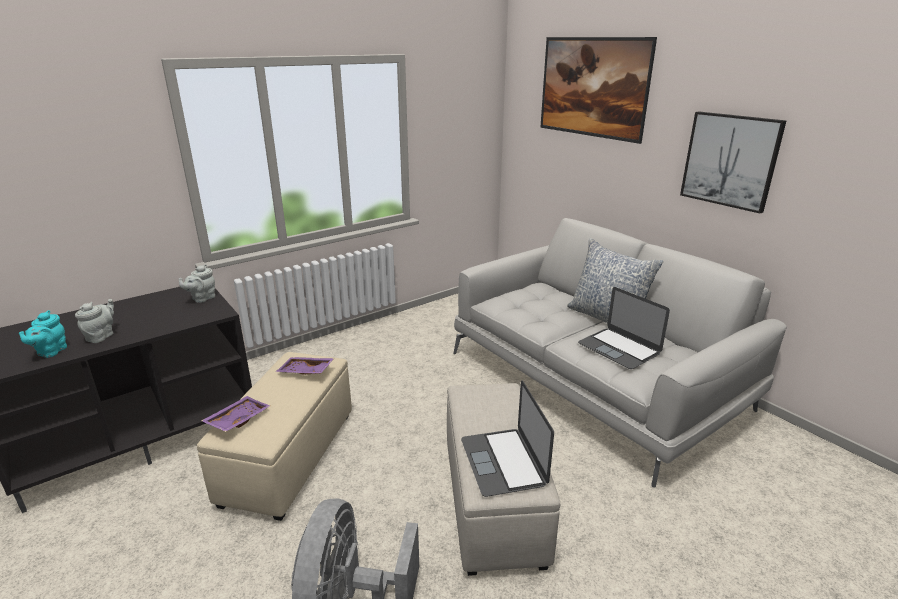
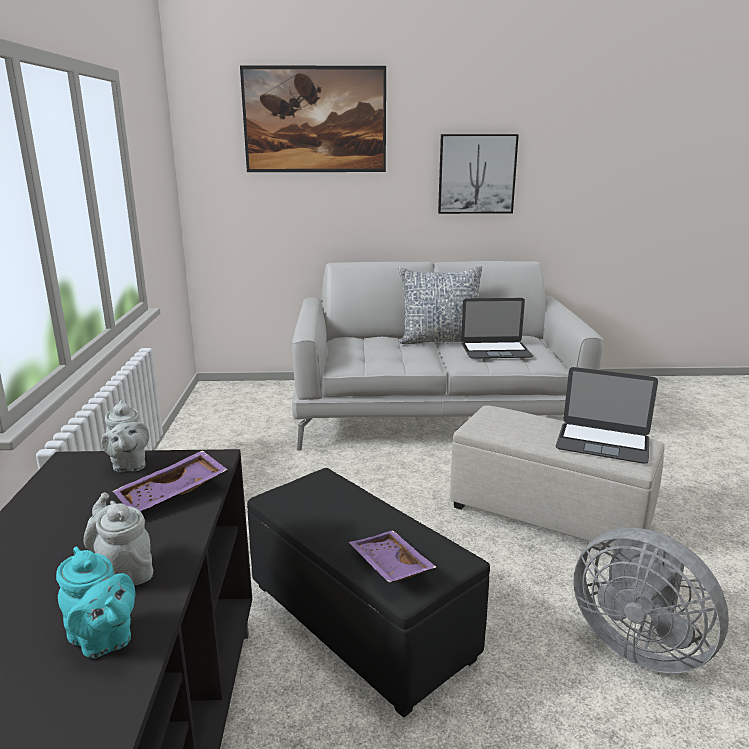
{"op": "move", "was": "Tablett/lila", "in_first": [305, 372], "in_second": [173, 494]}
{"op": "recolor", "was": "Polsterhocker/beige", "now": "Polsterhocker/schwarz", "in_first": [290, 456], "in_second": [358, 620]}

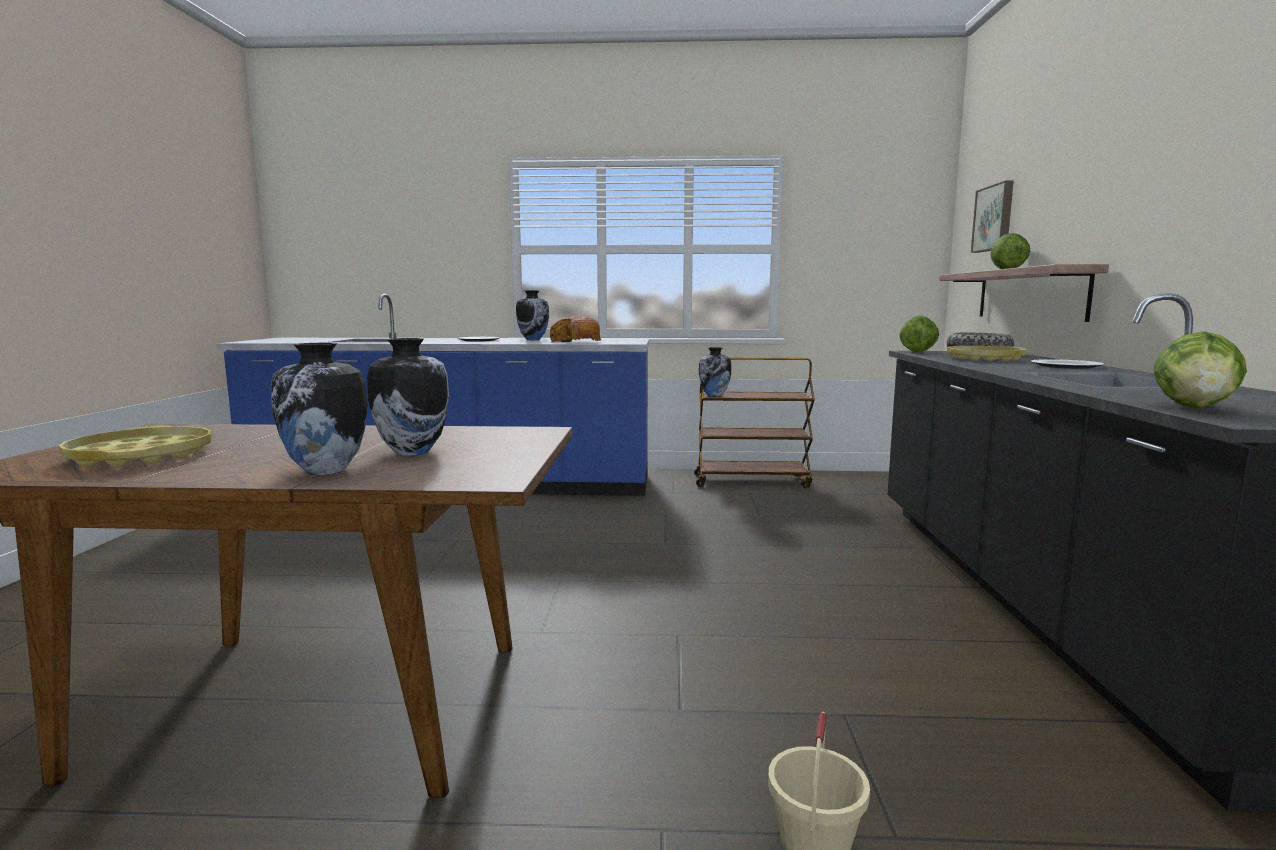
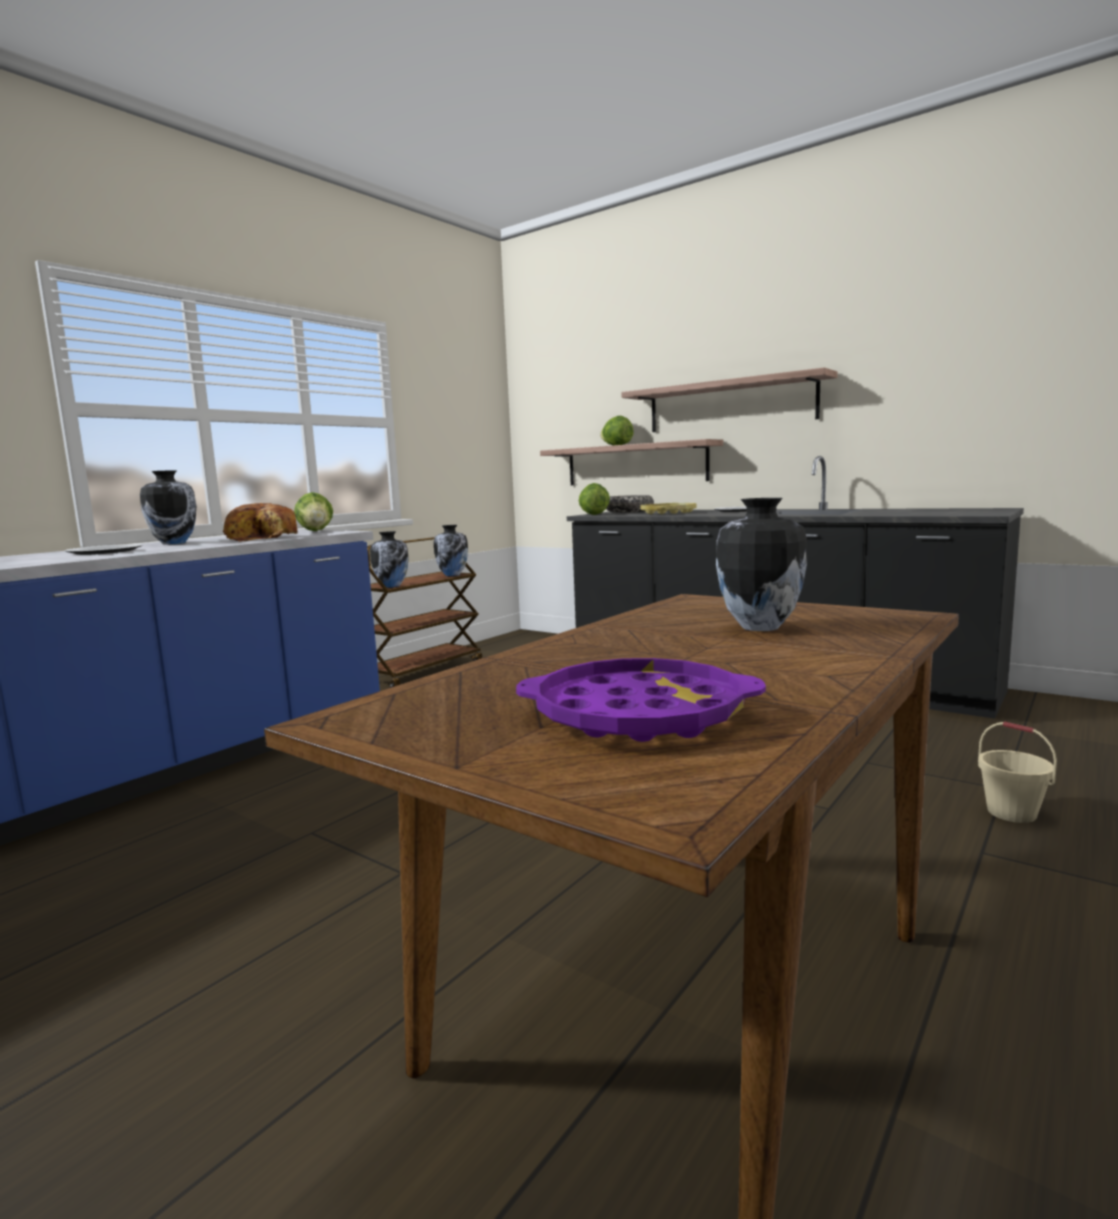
{"op": "delete", "was": "Bild", "in_first": [994, 218]}
{"op": "insert", "now": "Wandregal", "in_second": [730, 405]}
{"op": "move", "was": "Vase", "in_first": [325, 471], "in_second": [453, 575]}
{"op": "move", "was": "Salatkopf", "in_first": [1194, 407], "in_second": [316, 531]}
{"op": "recolor", "was": "Tablett/gelb", "now": "Tablett/lila", "in_first": [142, 456], "in_second": [638, 714]}

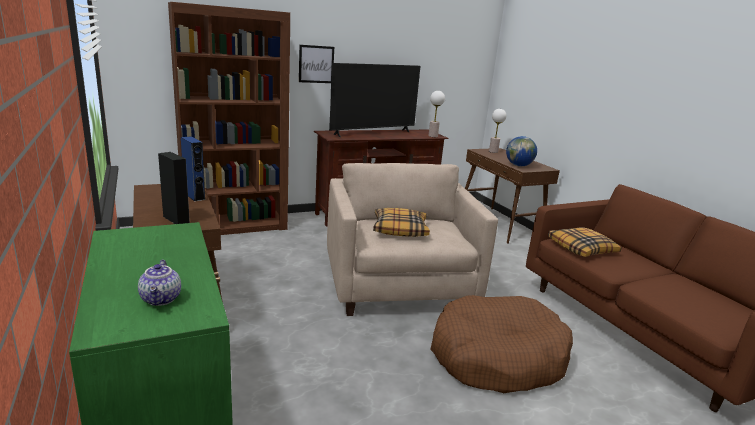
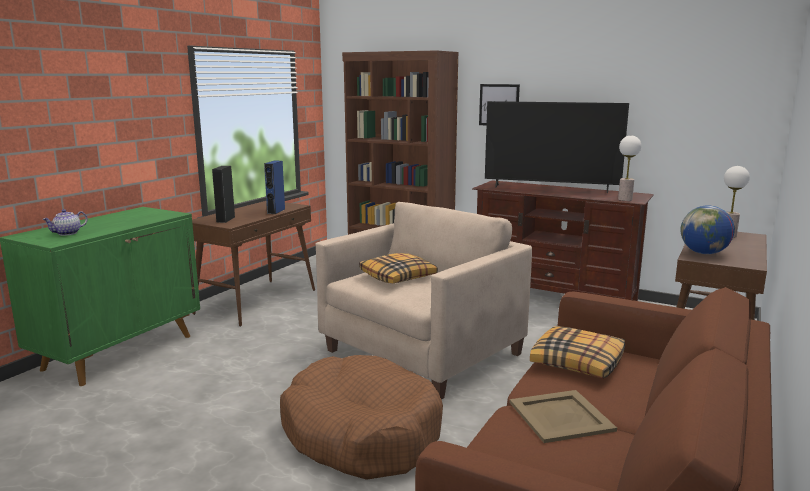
{"op": "insert", "now": "Tablett/beige", "in_second": [561, 416]}

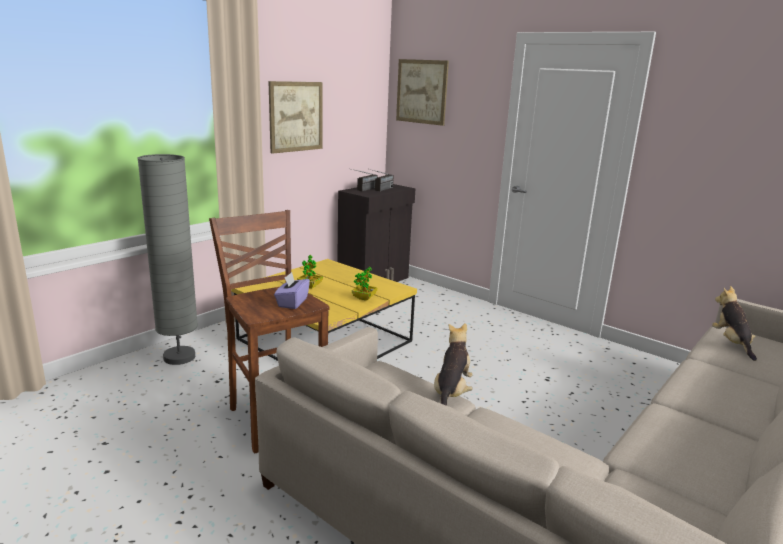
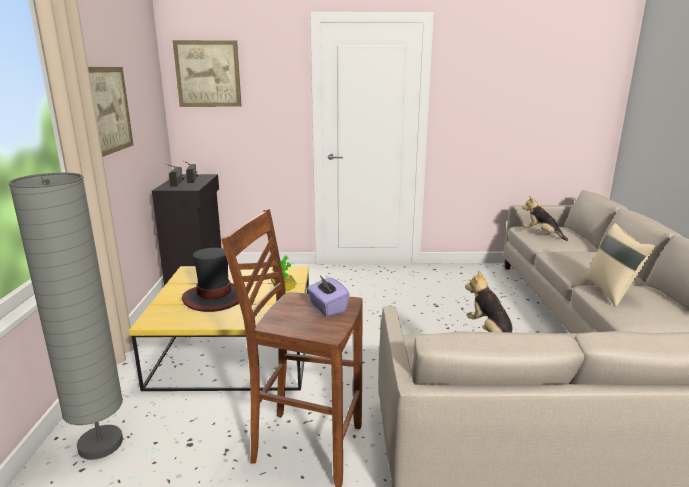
{"op": "insert", "now": "Kissen/beige", "in_second": [611, 292]}
{"op": "replace", "was": "Topfpflanze", "now": "Hut", "in_first": [310, 286], "in_second": [215, 297]}

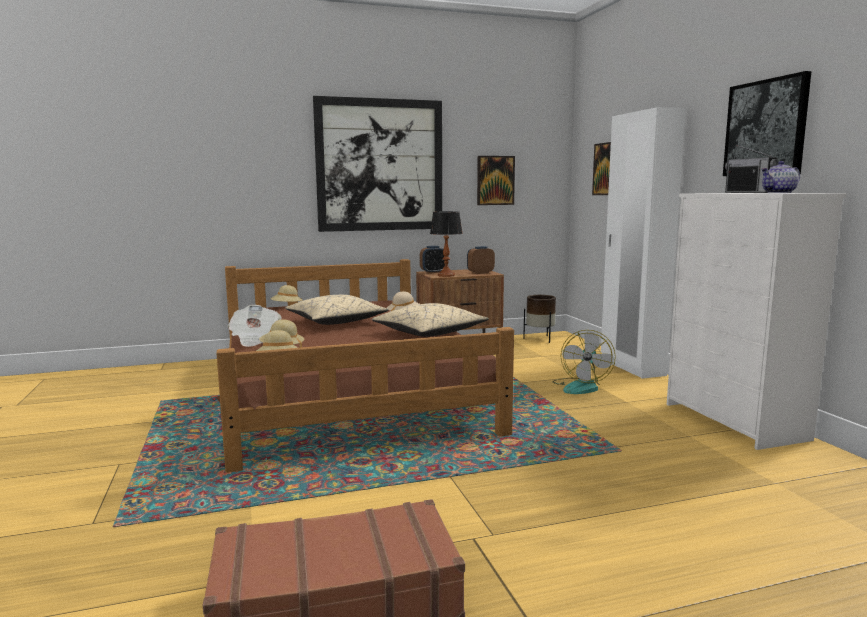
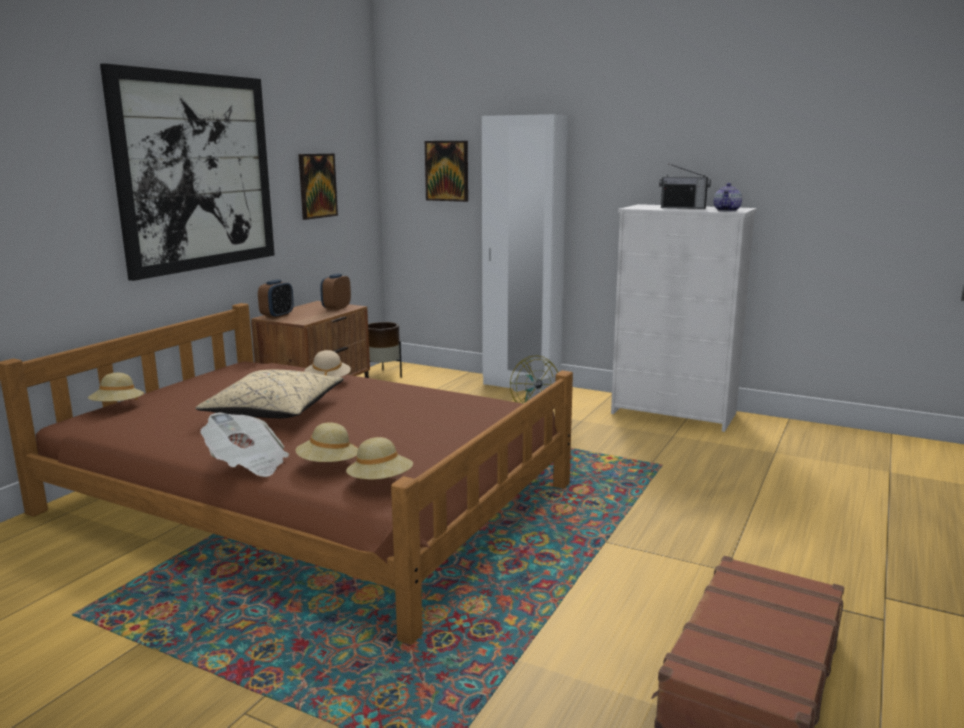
{"op": "delete", "was": "Kissen/beige", "in_first": [429, 333]}
{"op": "delete", "was": "Tischlampe", "in_first": [446, 275]}
{"op": "delete", "was": "Bild", "in_first": [766, 128]}

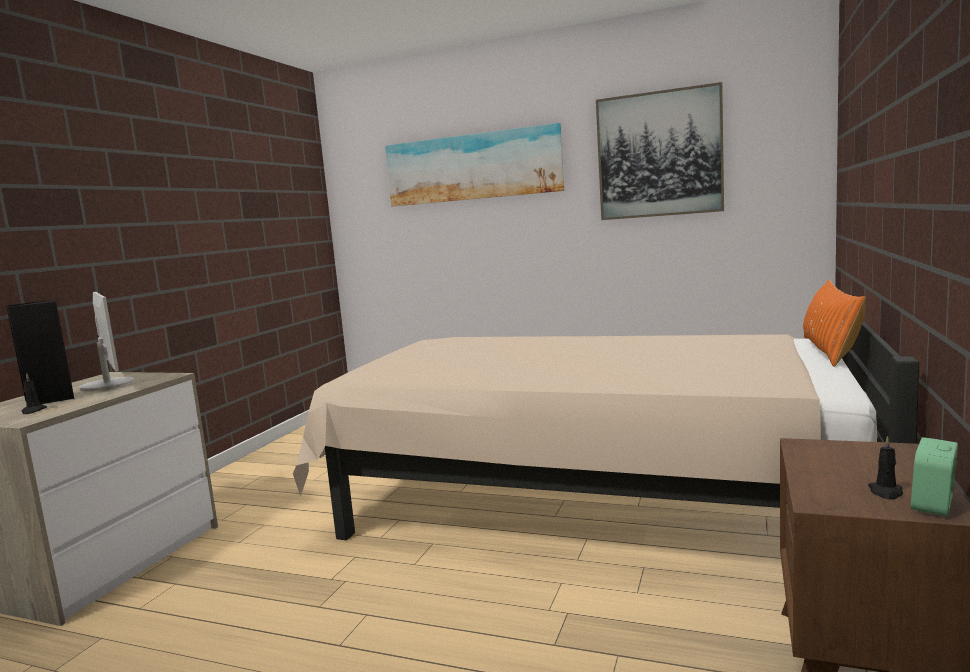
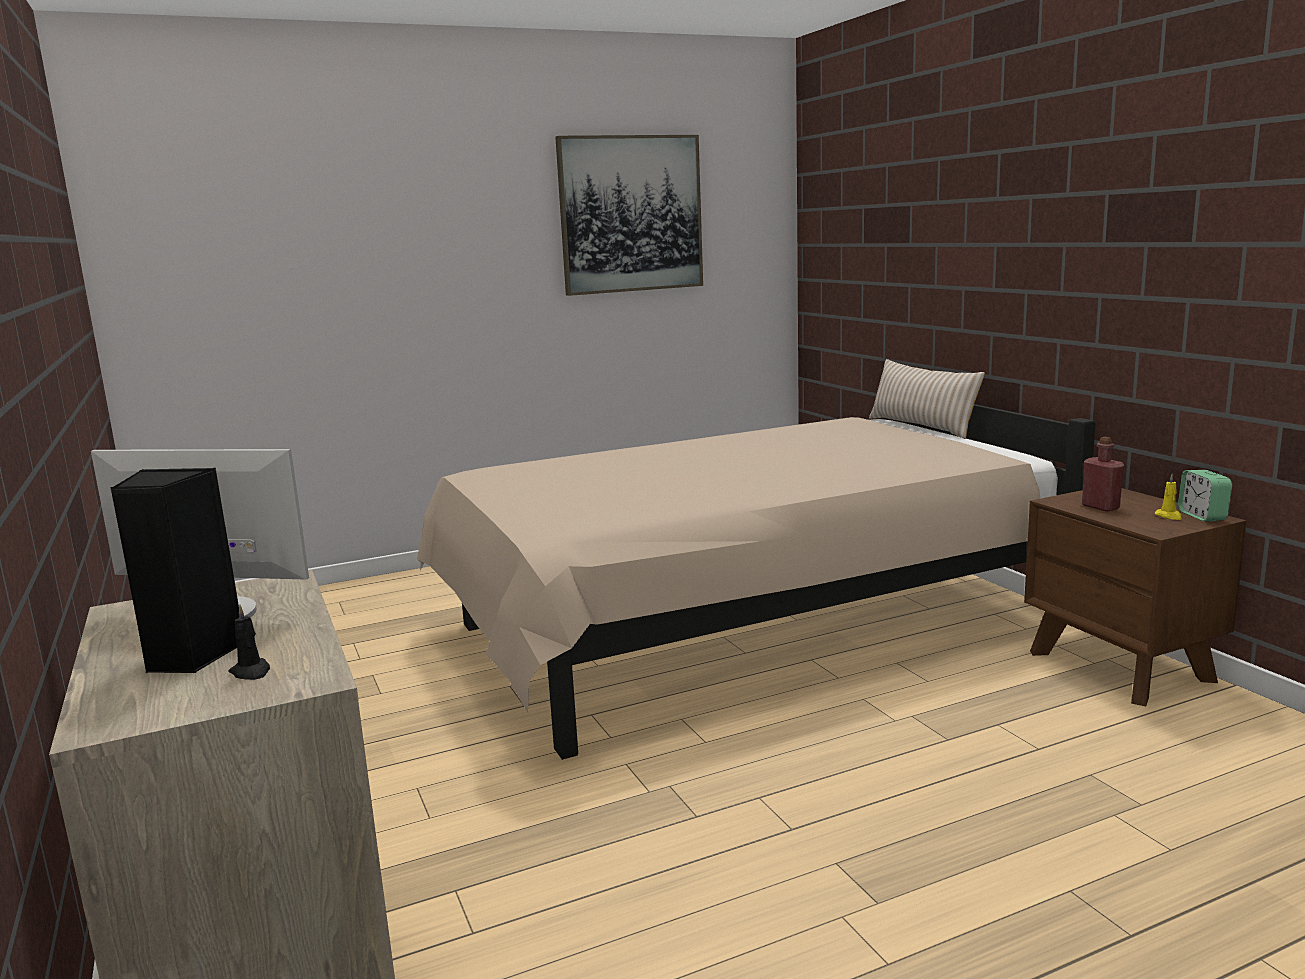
{"op": "delete", "was": "Bild", "in_first": [472, 167]}
{"op": "insert", "now": "Flasche/rot", "in_second": [1100, 507]}
{"op": "recolor", "was": "Kissen/orange", "now": "Kissen/beige", "in_first": [829, 350], "in_second": [921, 426]}
{"op": "recolor", "was": "Kerze/schwarz", "now": "Kerze/gelb", "in_first": [886, 492], "in_second": [1169, 516]}

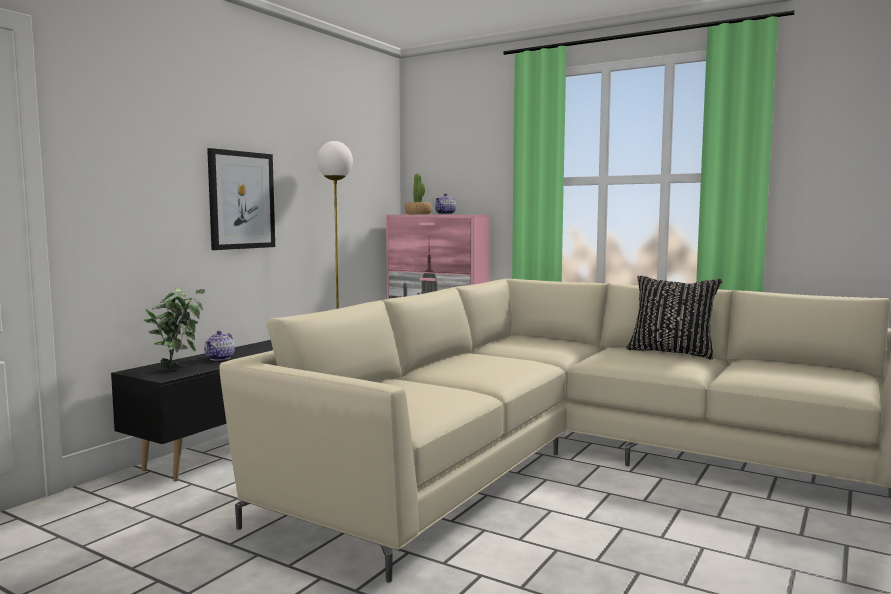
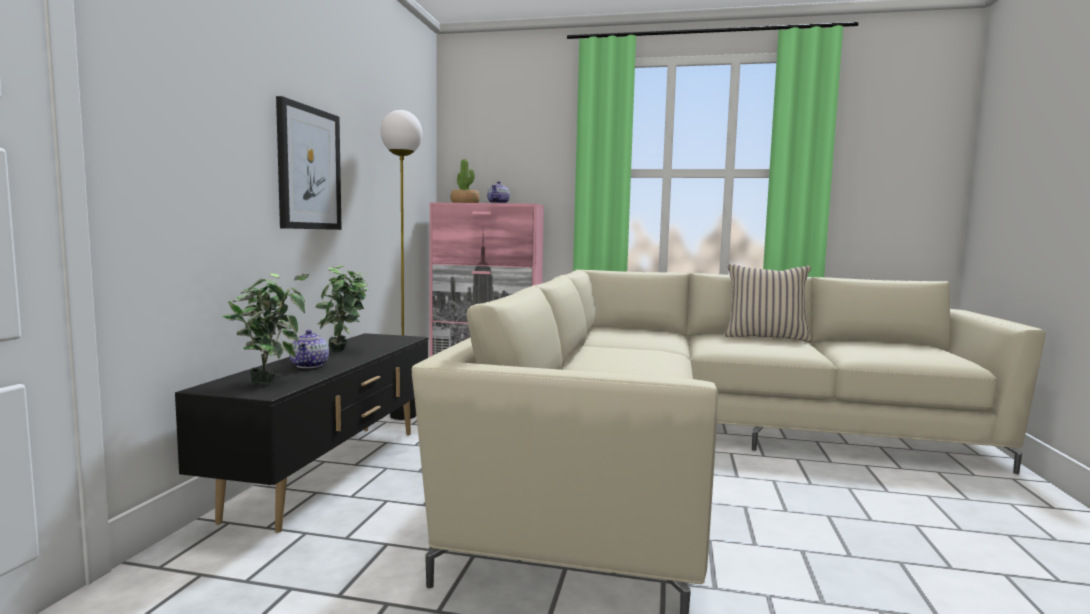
{"op": "insert", "now": "Topfpflanze", "in_second": [344, 351]}
{"op": "recolor", "was": "Kissen/schwarz", "now": "Kissen/beige", "in_first": [671, 352], "in_second": [765, 337]}

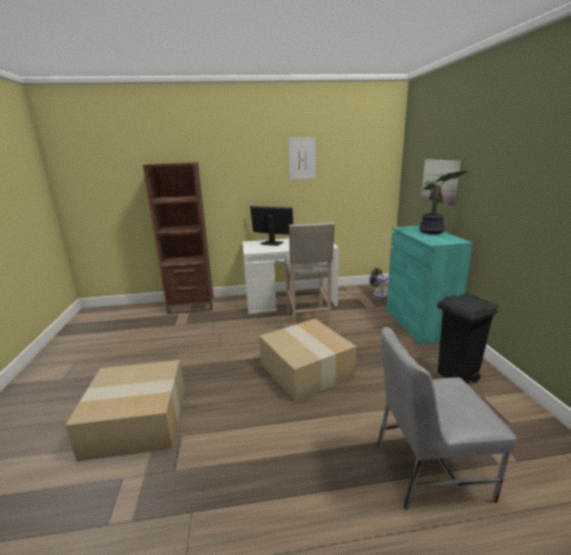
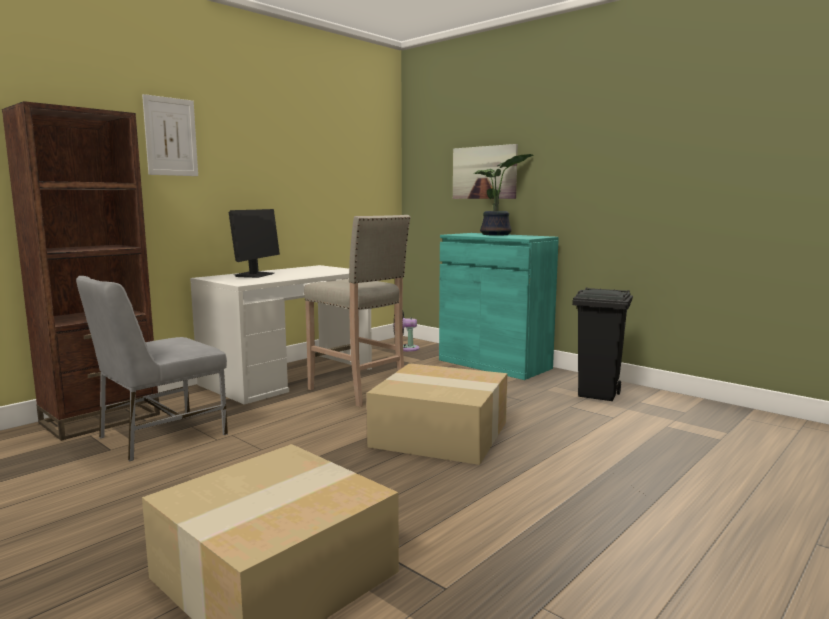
{"op": "move", "was": "Bild", "in_first": [302, 158], "in_second": [171, 137]}
{"op": "move", "was": "Stuhl/grau", "in_first": [428, 470], "in_second": [160, 435]}
{"op": "rotate", "was": "Monitor", "in_first": [272, 243], "in_second": [254, 275], "clockwise": 120}

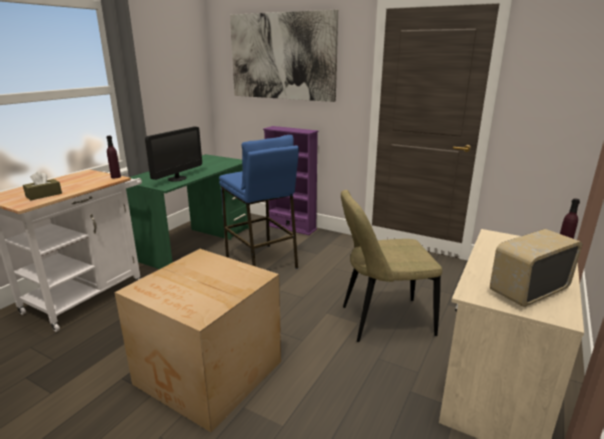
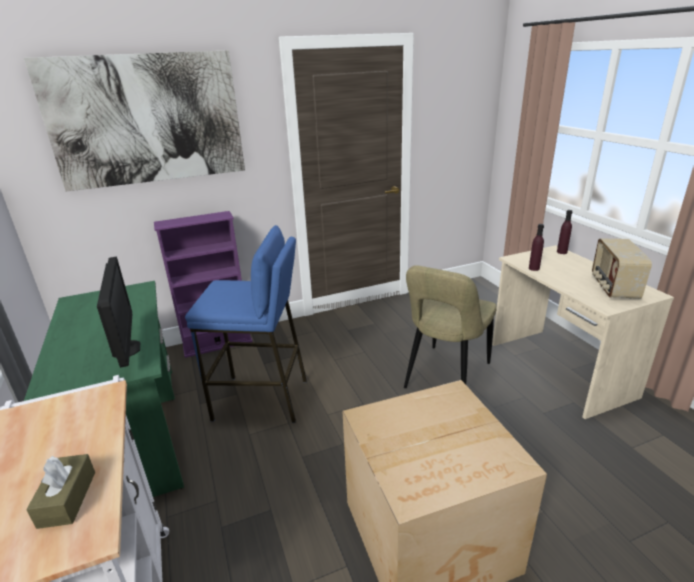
{"op": "move", "was": "Flasche/lila", "in_first": [116, 177], "in_second": [534, 268]}

